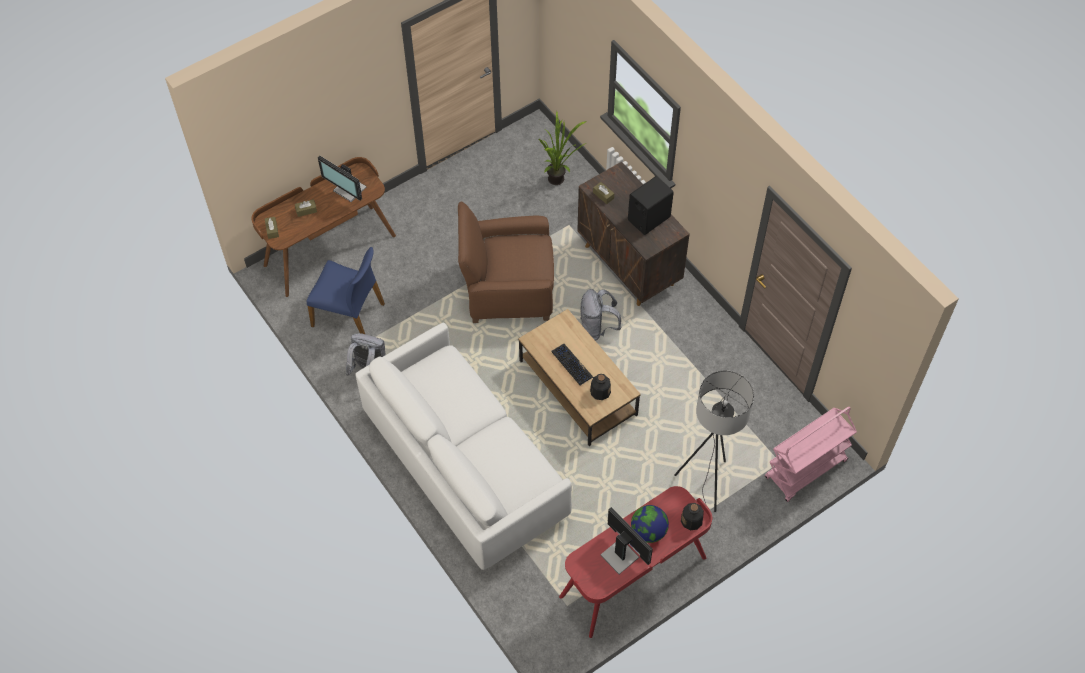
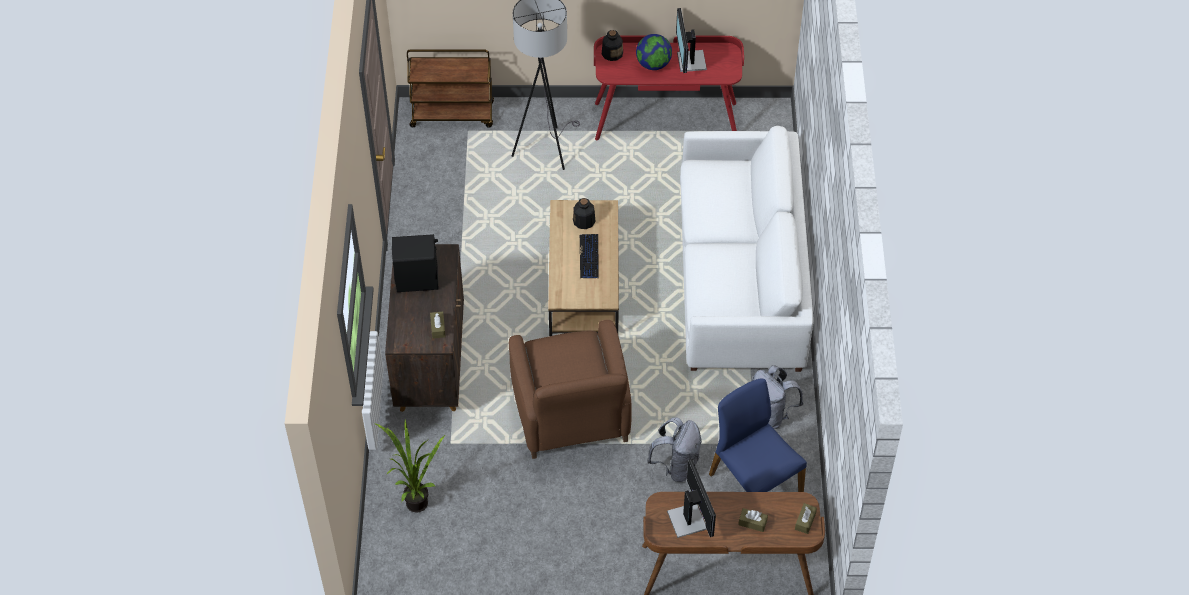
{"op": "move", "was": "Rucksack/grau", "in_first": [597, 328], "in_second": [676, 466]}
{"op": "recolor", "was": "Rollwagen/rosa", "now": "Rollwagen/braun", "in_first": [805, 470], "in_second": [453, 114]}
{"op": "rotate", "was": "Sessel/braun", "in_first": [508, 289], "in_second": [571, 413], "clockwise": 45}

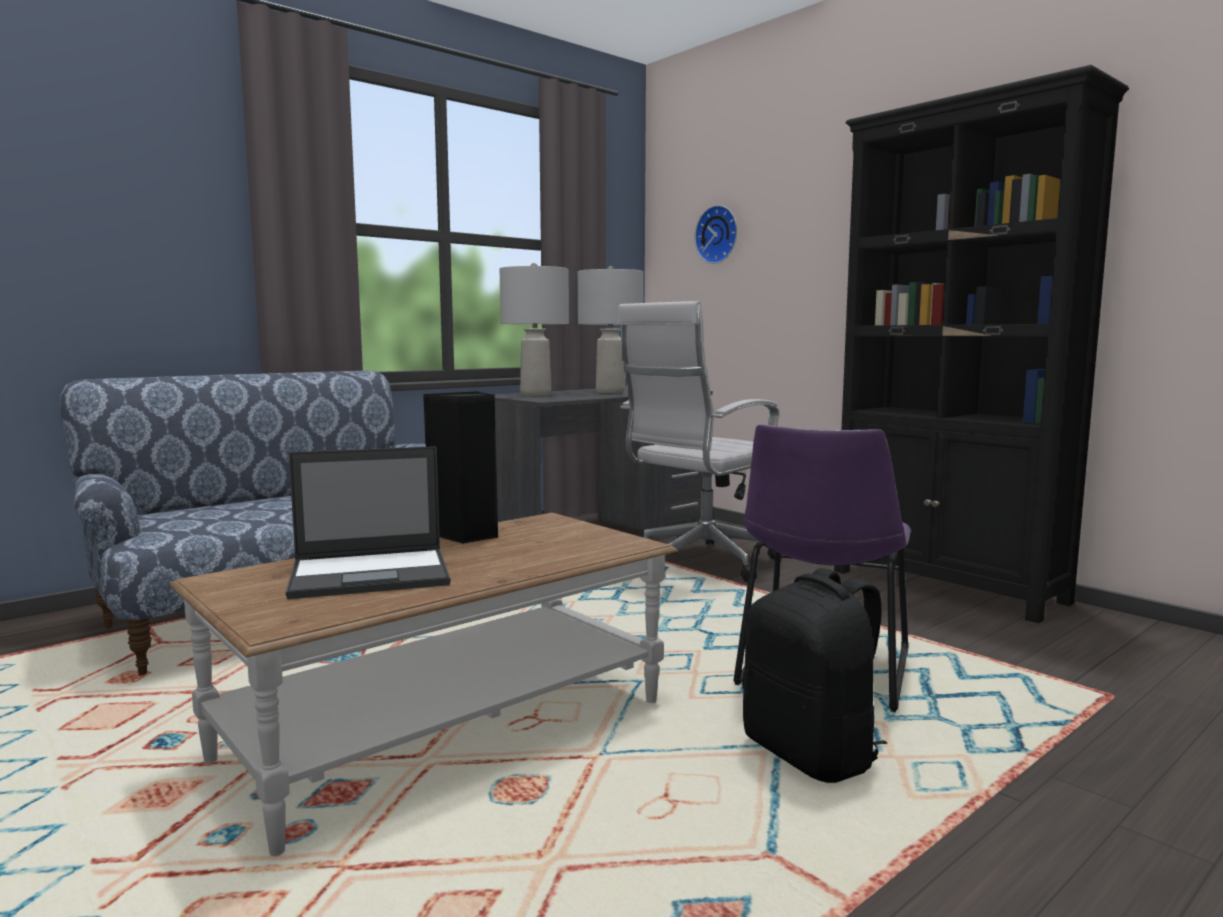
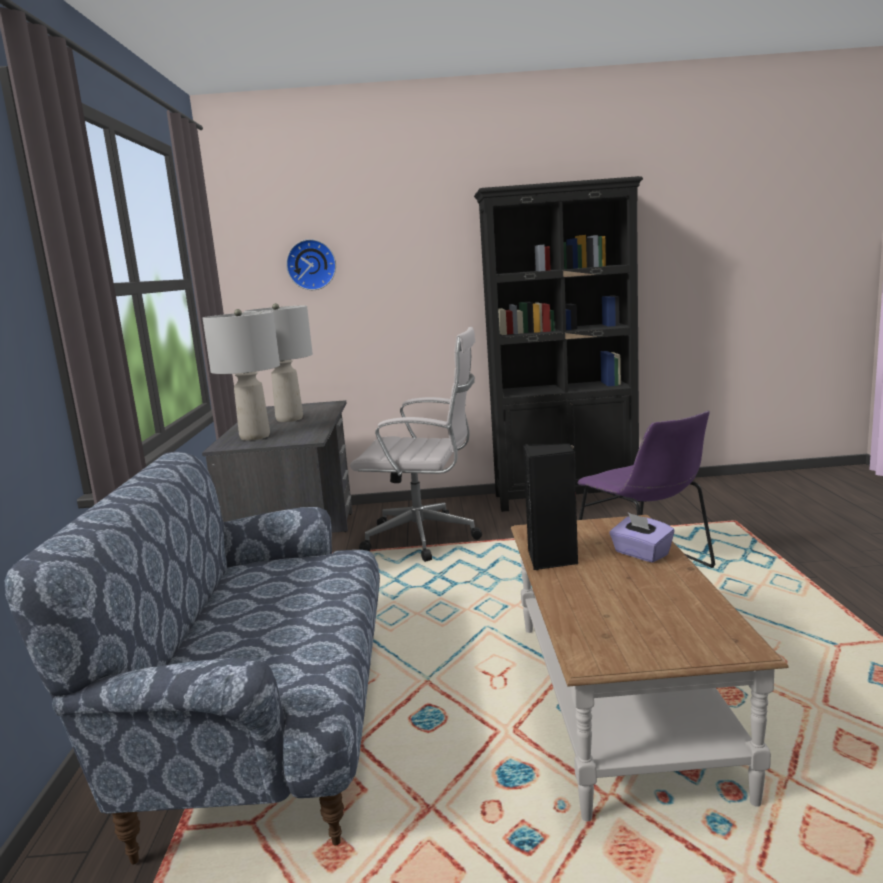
{"op": "delete", "was": "Laptop", "in_first": [372, 574]}
{"op": "delete", "was": "Rucksack/schwarz", "in_first": [812, 754]}
{"op": "insert", "now": "Taschentuchbox/lila", "in_second": [641, 554]}
{"op": "rotate", "was": "Bürostuhl/weiß", "in_first": [700, 563], "in_second": [426, 539], "clockwise": -75}

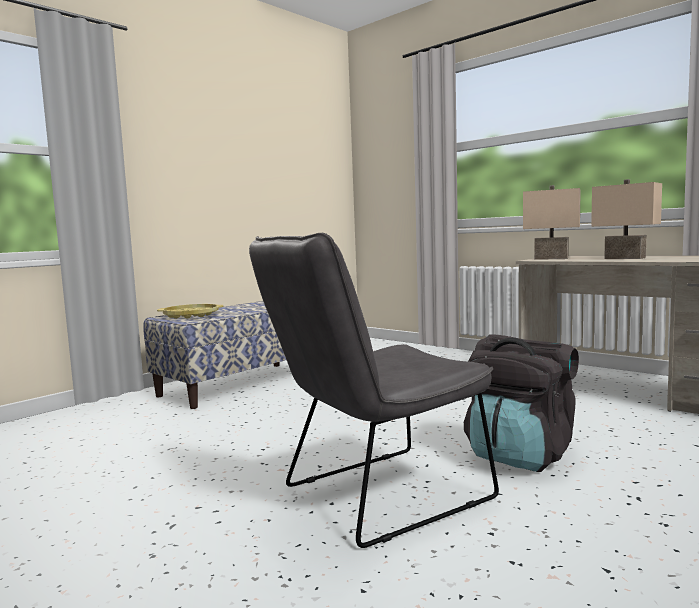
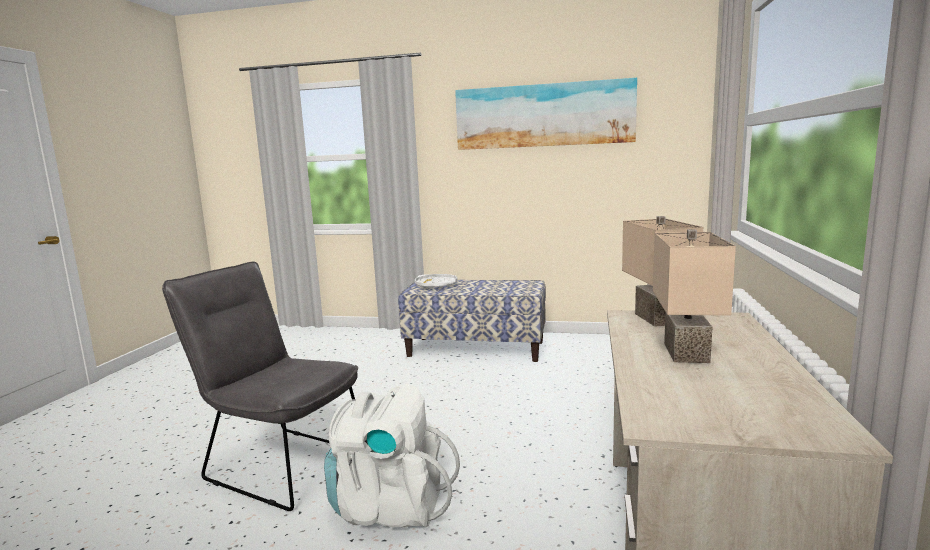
{"op": "insert", "now": "Bild", "in_second": [543, 115]}
{"op": "recolor", "was": "Tablett/gelb", "now": "Tablett/weiß", "in_first": [191, 315], "in_second": [436, 285]}
{"op": "recolor", "was": "Rucksack/schwarz", "now": "Rucksack/weiß", "in_first": [520, 454], "in_second": [390, 506]}

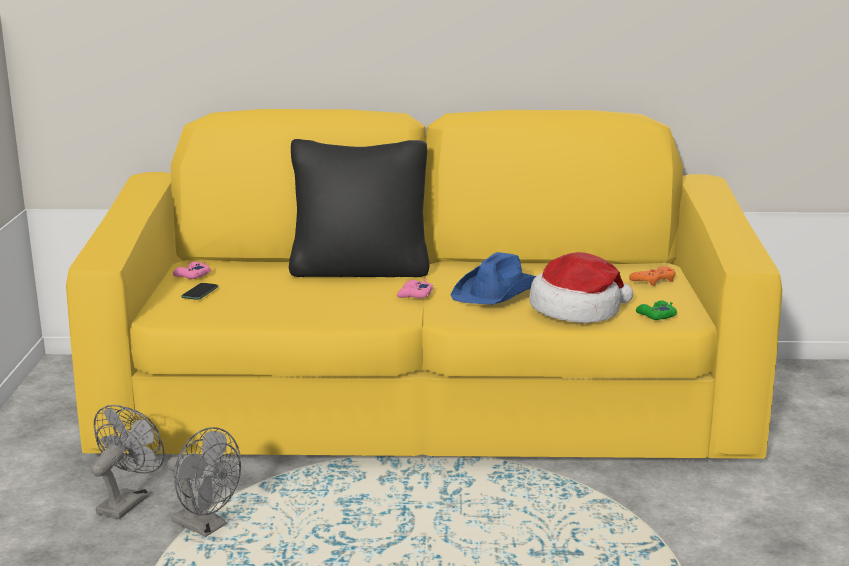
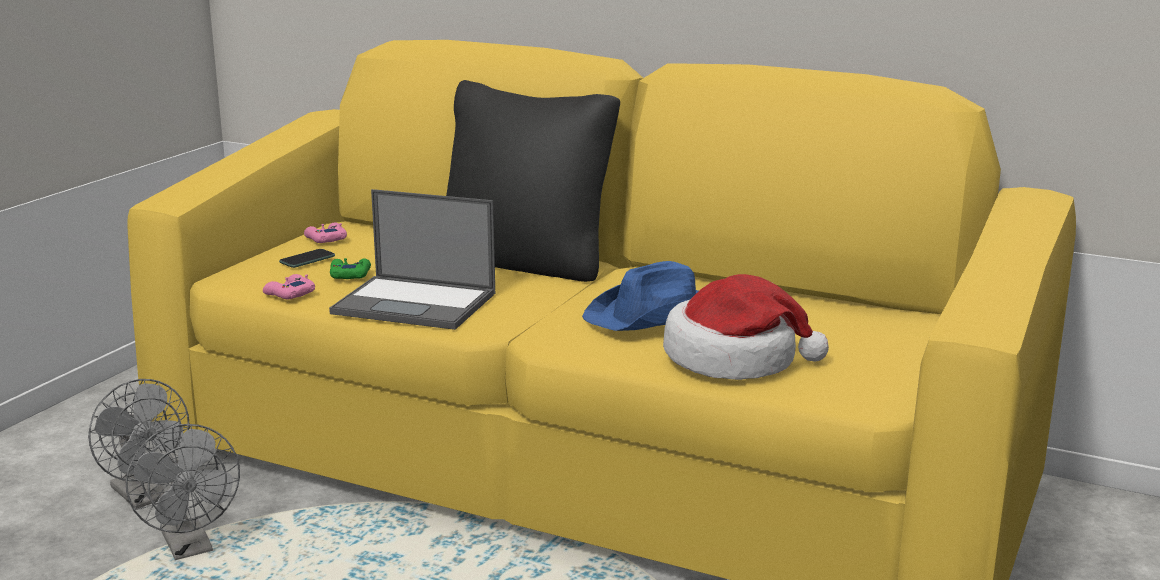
{"op": "delete", "was": "Gamepad/orange", "in_first": [654, 280]}
{"op": "insert", "now": "Laptop", "in_second": [417, 303]}
{"op": "move", "was": "Gamepad/rosa", "in_first": [414, 294], "in_second": [289, 294]}
{"op": "move", "was": "Gamepad/grün", "in_first": [655, 315], "in_second": [350, 275]}
{"op": "rotate", "was": "Ventilator/grau", "in_first": [127, 501], "in_second": [145, 497], "clockwise": 90}

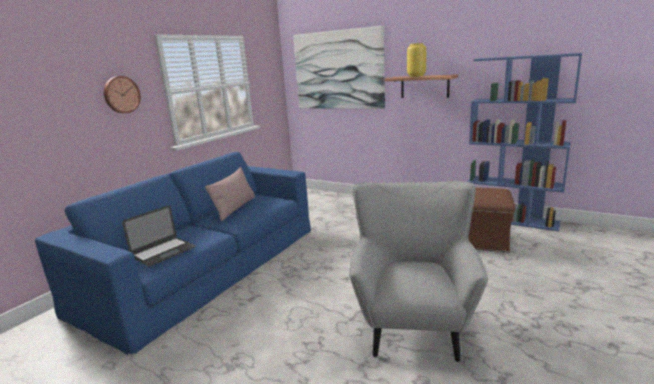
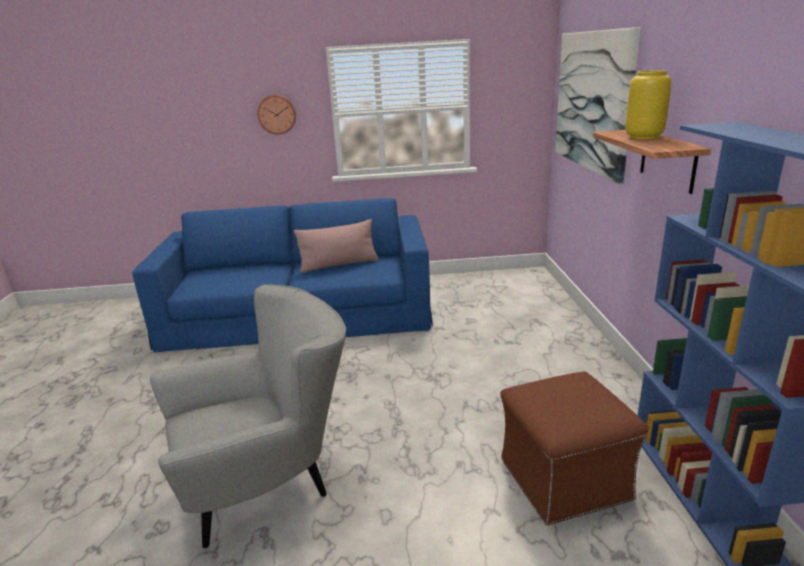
{"op": "delete", "was": "Laptop", "in_first": [163, 251]}

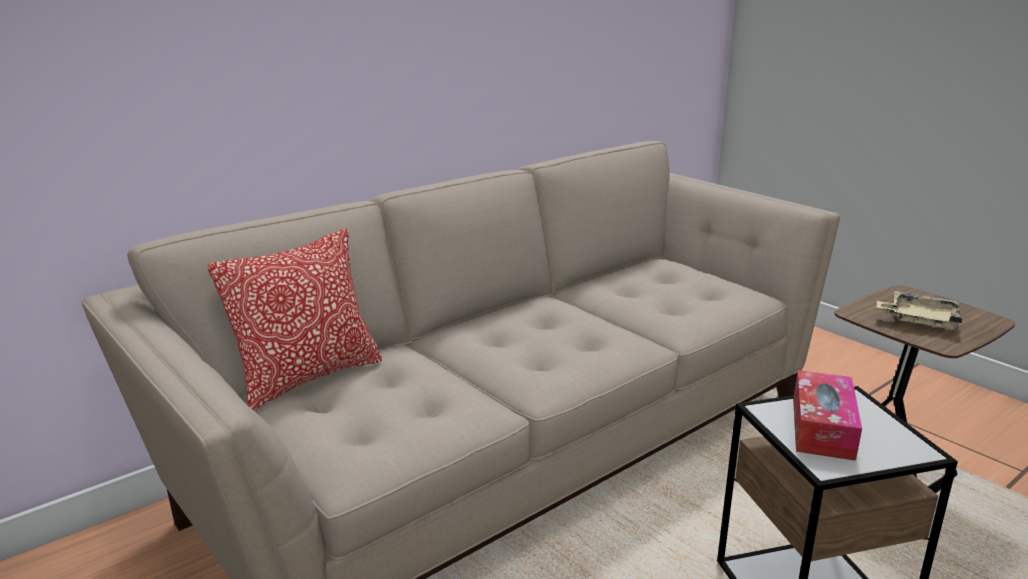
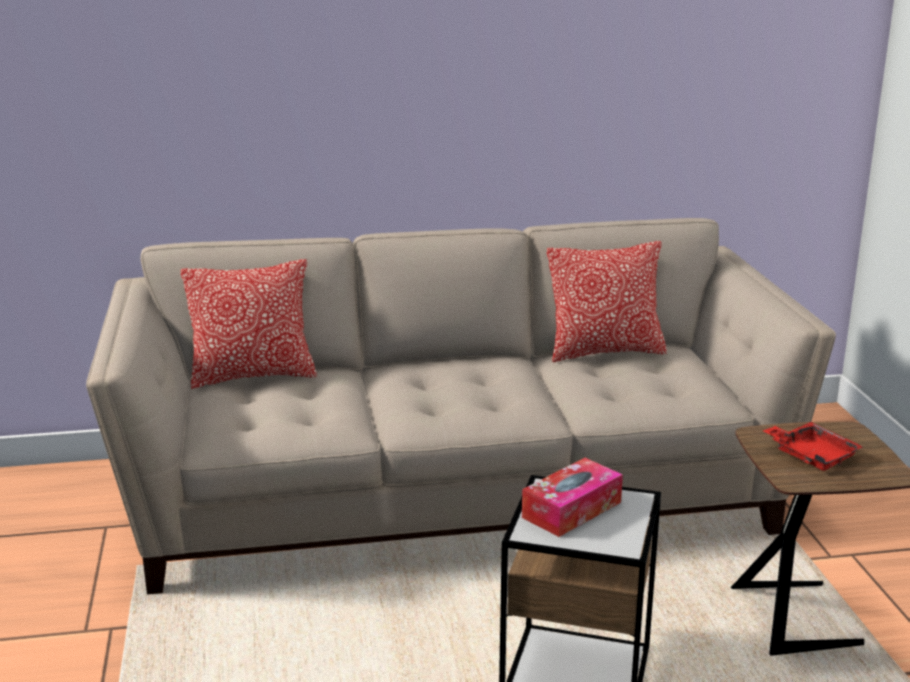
{"op": "insert", "now": "Kissen", "in_second": [605, 351]}
{"op": "recolor", "was": "Tablett/beige", "now": "Tablett/rot", "in_first": [919, 319], "in_second": [811, 455]}

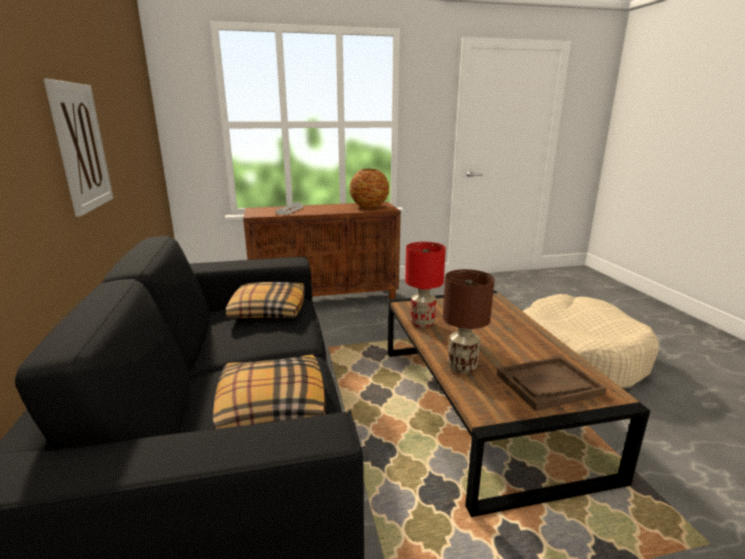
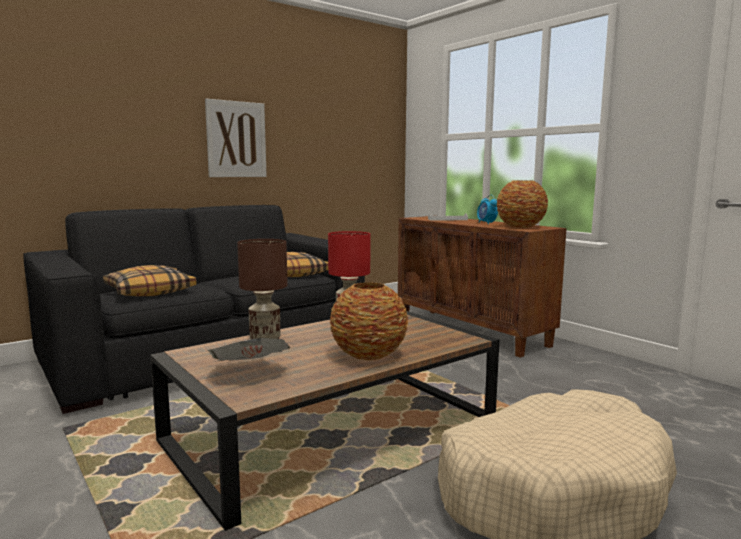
{"op": "insert", "now": "Vase", "in_second": [368, 355]}
{"op": "insert", "now": "Wecker", "in_second": [486, 223]}
{"op": "replace", "was": "Tablett/braun", "now": "Zeitung", "in_first": [548, 384], "in_second": [250, 371]}

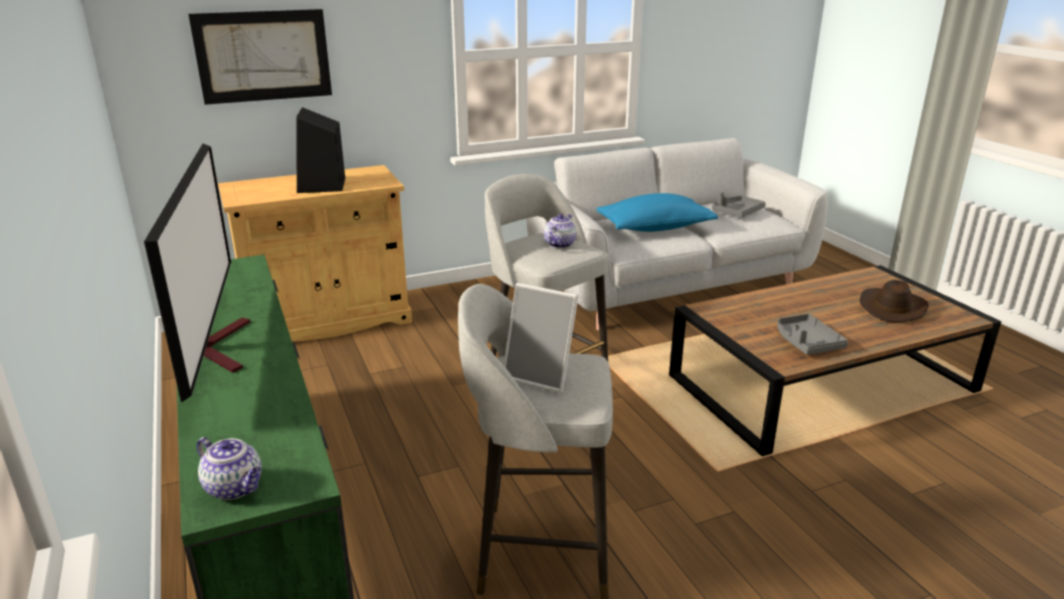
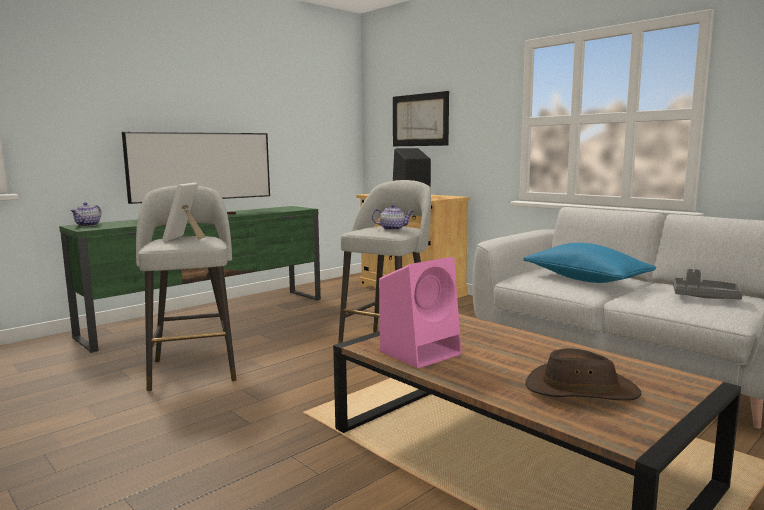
{"op": "replace", "was": "Tablett/grau", "now": "Lautsprecher/rosa", "in_first": [806, 342], "in_second": [421, 352]}

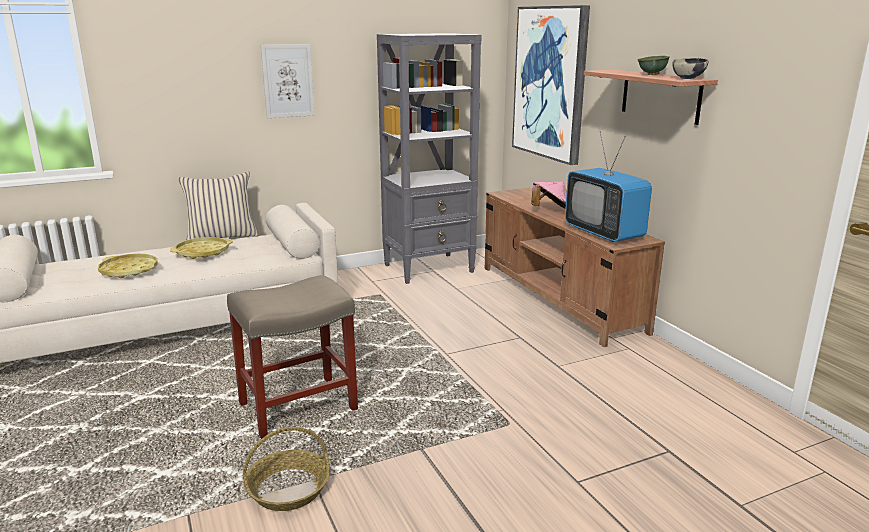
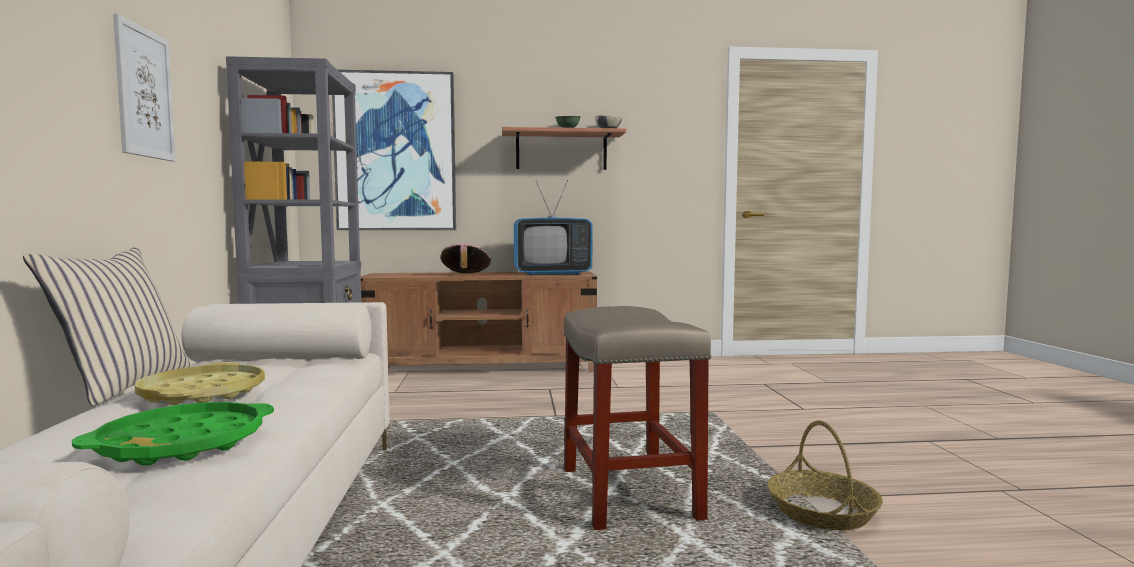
{"op": "recolor", "was": "Tablett/gelb", "now": "Tablett/grün", "in_first": [129, 270], "in_second": [182, 444]}

